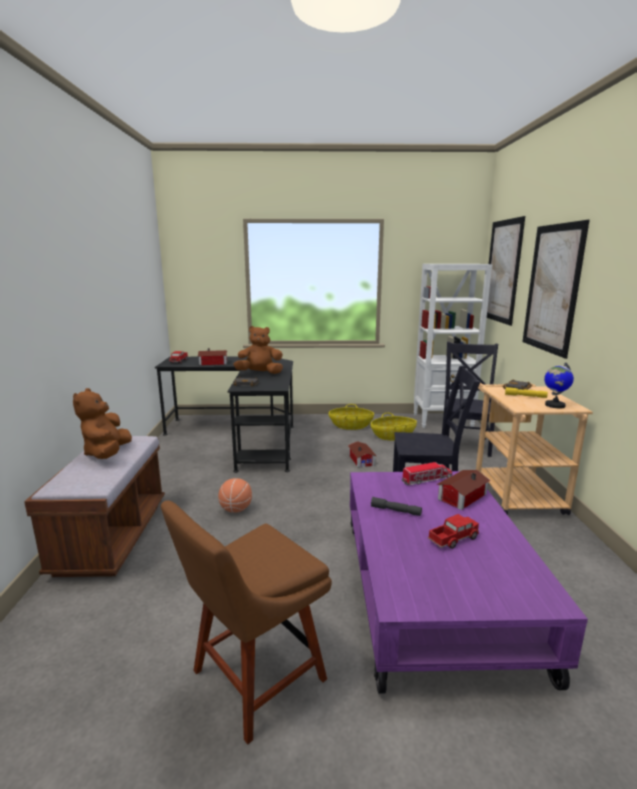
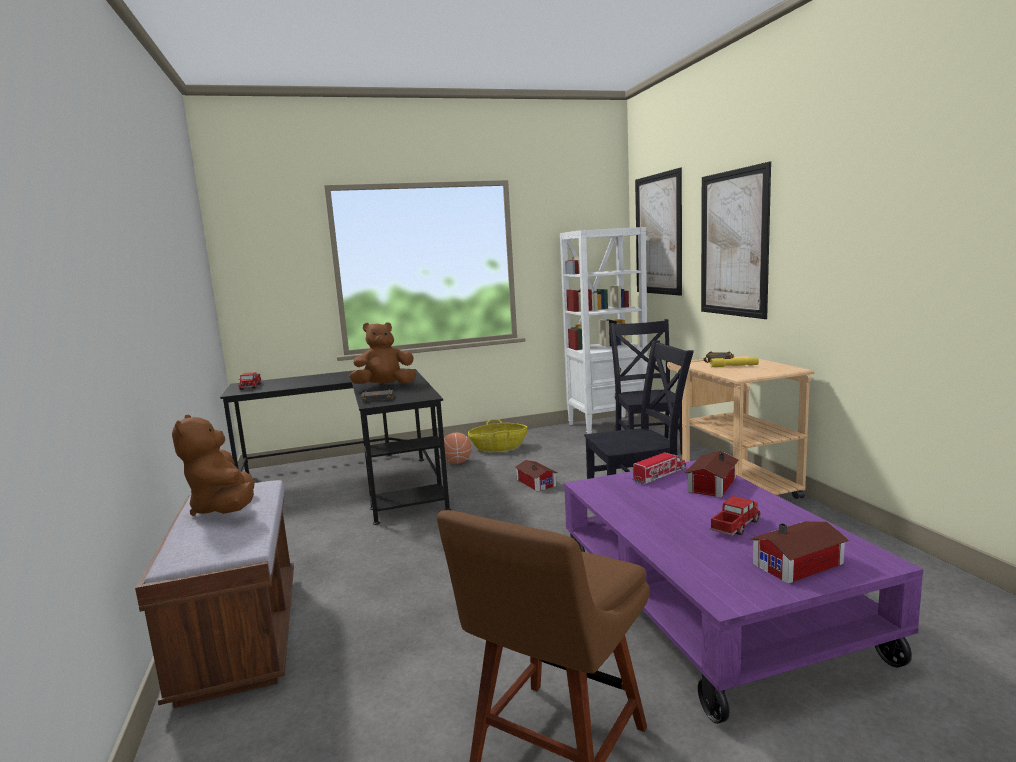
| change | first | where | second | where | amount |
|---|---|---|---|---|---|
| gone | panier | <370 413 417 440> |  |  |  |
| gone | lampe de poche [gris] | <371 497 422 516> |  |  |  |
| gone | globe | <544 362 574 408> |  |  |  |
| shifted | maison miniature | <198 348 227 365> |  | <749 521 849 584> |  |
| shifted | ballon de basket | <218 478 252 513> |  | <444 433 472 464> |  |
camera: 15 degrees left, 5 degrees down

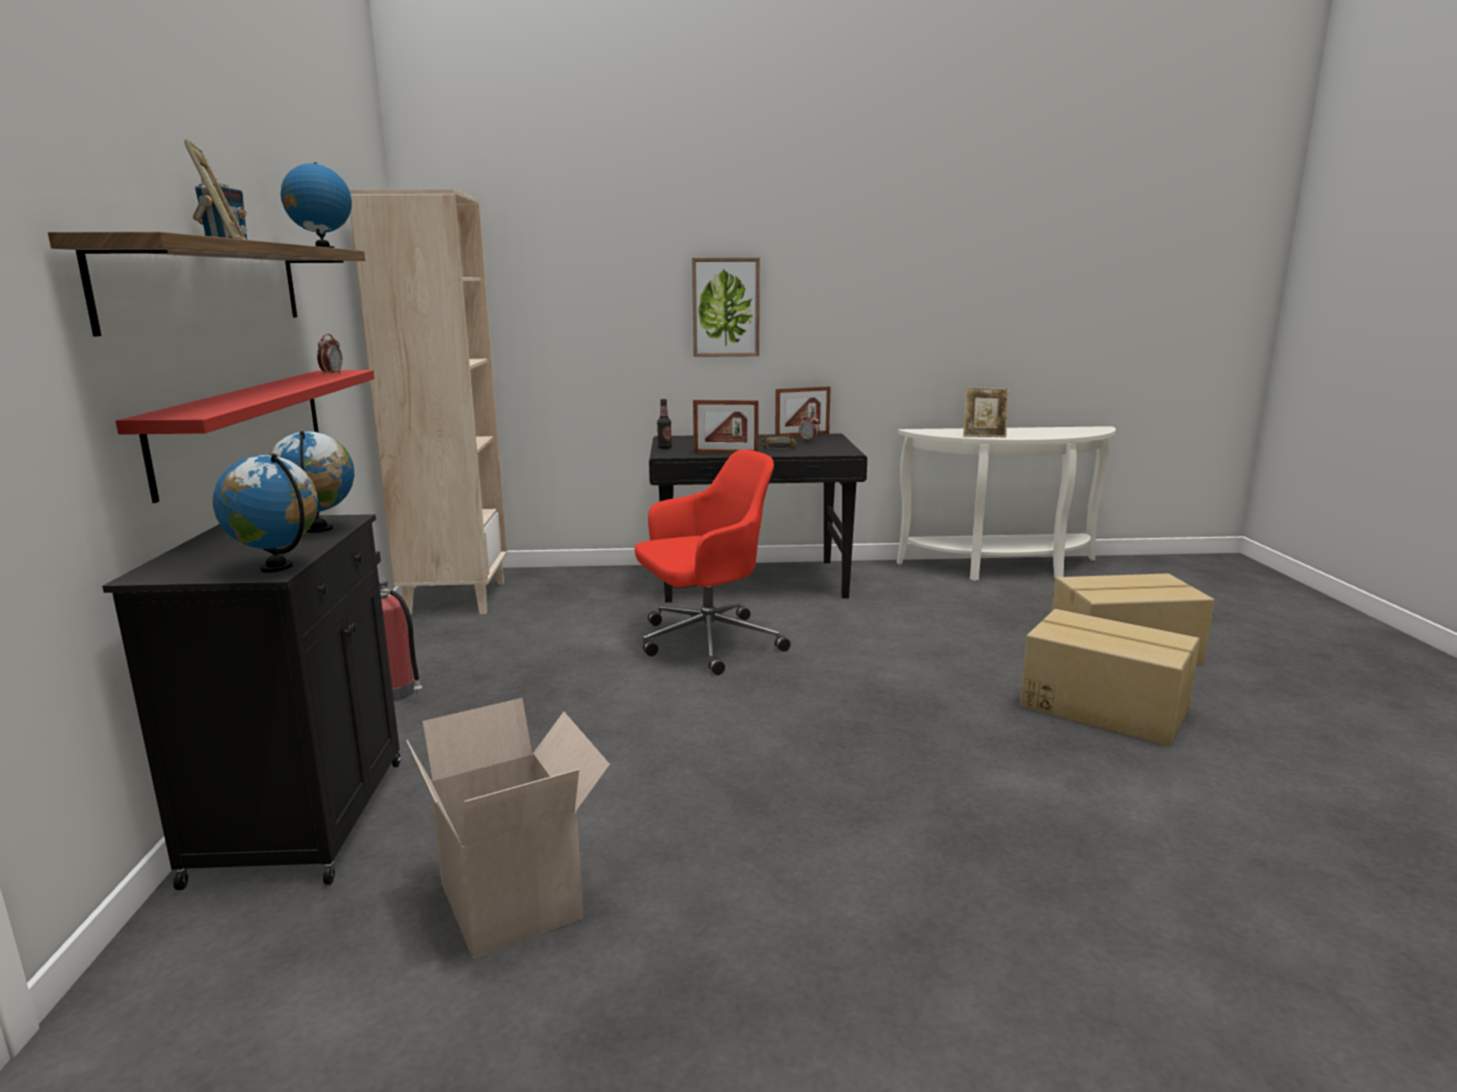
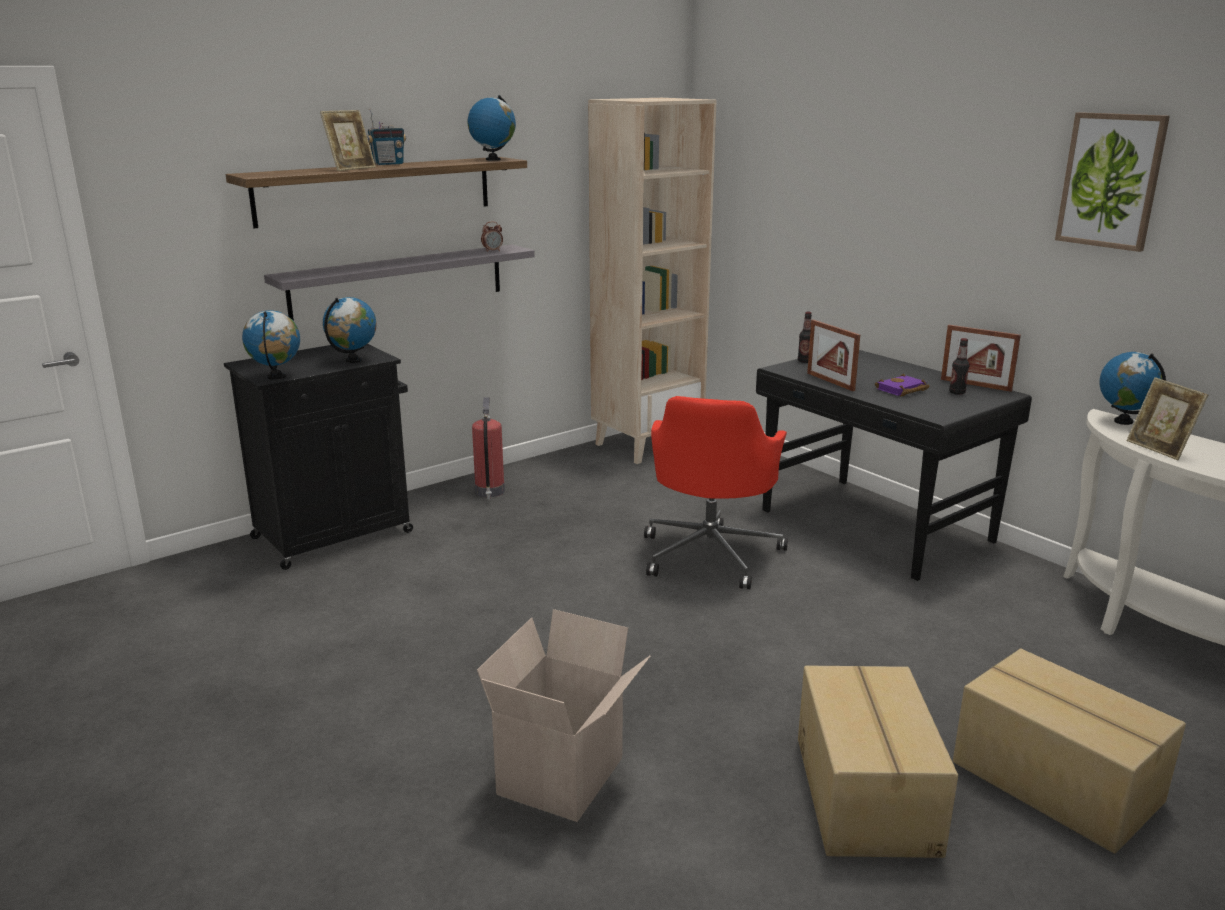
| change | first | where | second | where | amount |
|---|---|---|---|---|---|
| new |  |  | globe | <1099 352 1166 425> |  |
| shifted | carton | <406 698 610 959> |  | <477 609 650 822> |  |
| shifted | tableau | <692 258 760 357> |  | <1055 112 1170 252> |  |
| swapped | réveil | <799 413 819 442> | bouteille | <949 338 969 394> |  |
| repainted | étagère [rouge] | <116 370 374 503> | étagère [gris] | <264 244 535 321> |  |
| repainted | livre [noir] | <761 435 797 450> | livre [violet] | <875 374 929 397> |  |
| rotated | chaise de bureau [rouge] | <635 450 791 675> |  | <644 396 788 589> | 75 degrees clockwise |
camera: 55 degrees right, 5 degrees up

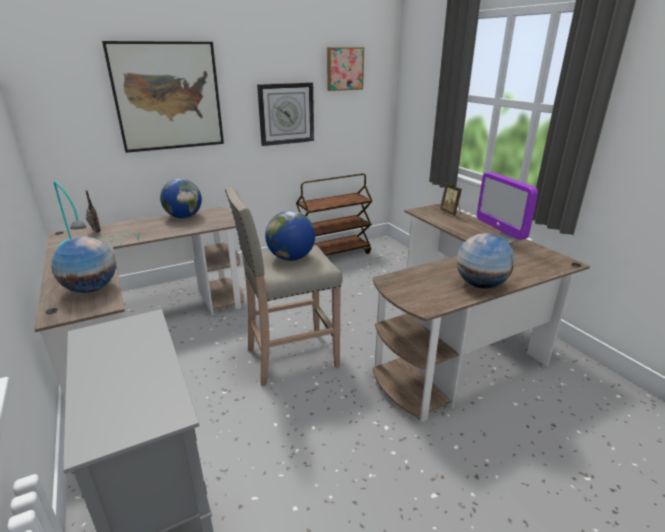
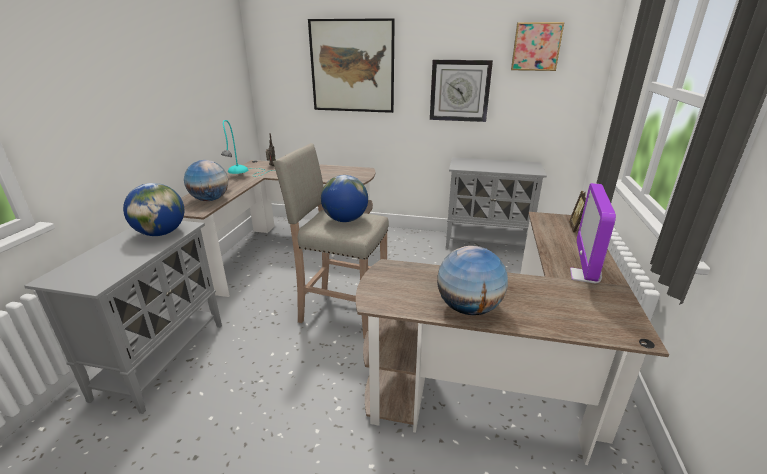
| change | first | where | second | where | amount |
|---|---|---|---|---|---|
| shifted | globe | <160 179 202 218> |  | <123 183 184 236> |  |
| swapped | chariot [marron] | <296 173 372 256> | meuble de rangement [gris] | <446 157 547 249> |  |
camera: 40 degrees right, 0 degrees up

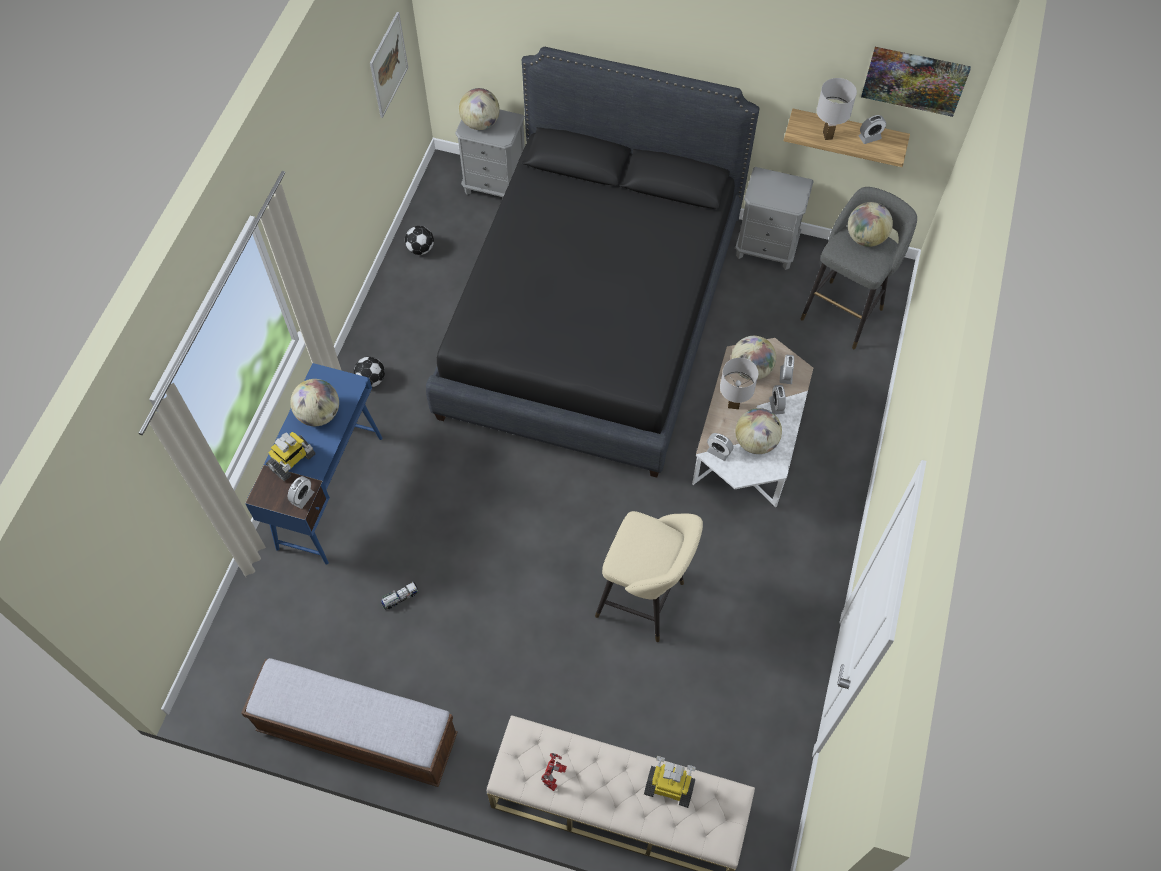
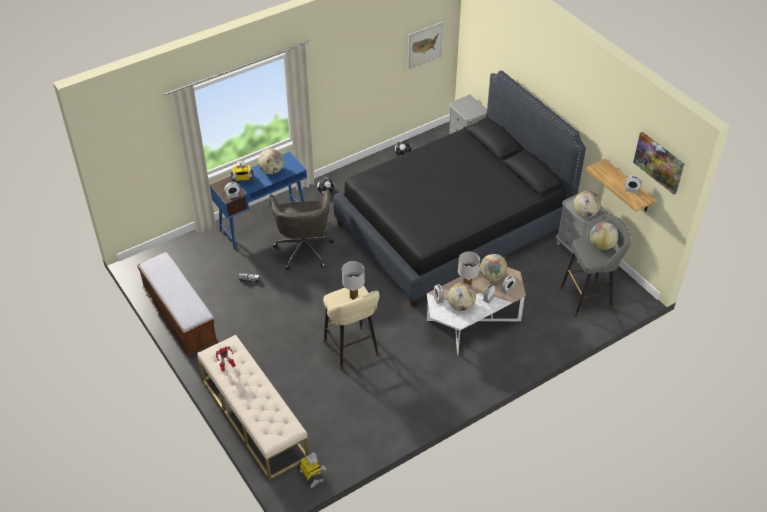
| change | first | where | second | where | amount |
|---|---|---|---|---|---|
| new |  |  | chaise de bureau [gris] | <269 190 334 270> |  |
| shifted | globe | <459 88 500 130> |  | <574 191 601 217> |  |
| shifted | robot jouet | <644 756 696 808> |  | <297 453 326 488> |  |
| shifted | lampe de table [blanc] | <817 78 857 140> |  | <342 261 365 300> |  |
camera: 40 degrees right, 15 degrees down

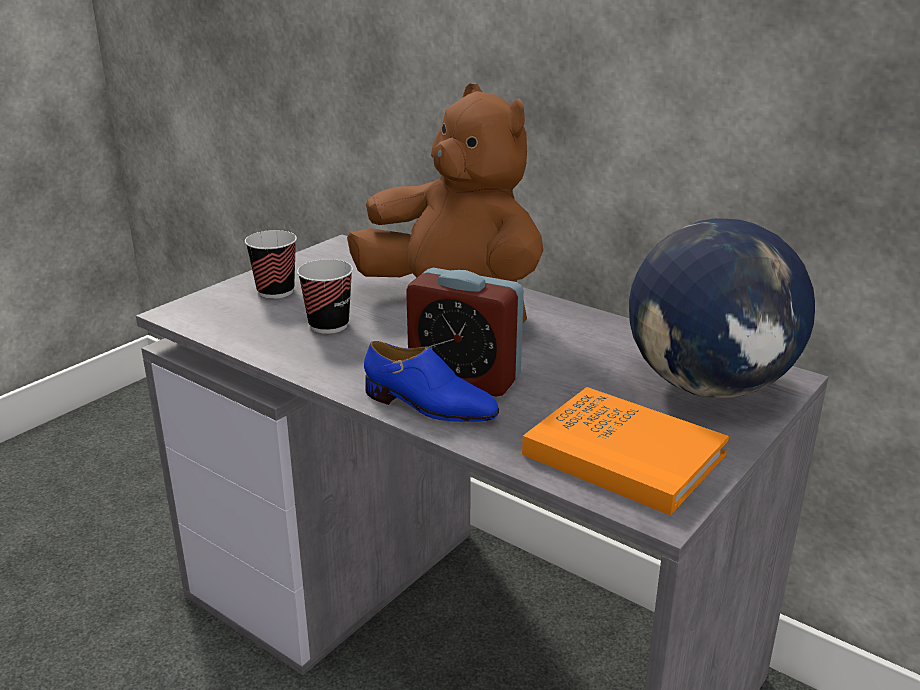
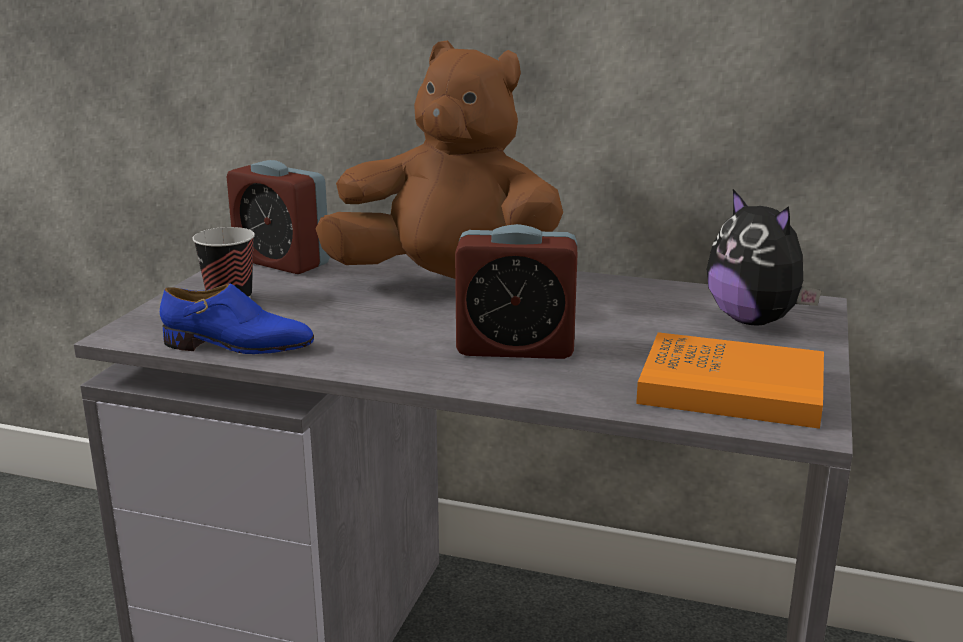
| change | first | where | second | where | amount |
|---|---|---|---|---|---|
| gone | tasse | <297 259 353 334> |  |  |  |
| new |  |  | réveil | <227 160 330 274> |  |
| shifted | chaussure [bleu] | <364 341 499 422> |  | <160 283 314 354> |  |
| swapped | globe | <629 218 815 398> | peluche | <707 189 822 326> |  |
camera: 20 degrees left, 5 degrees down

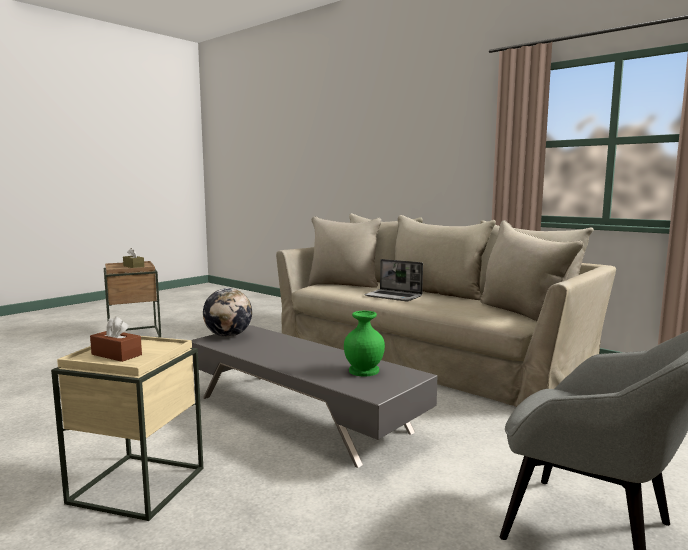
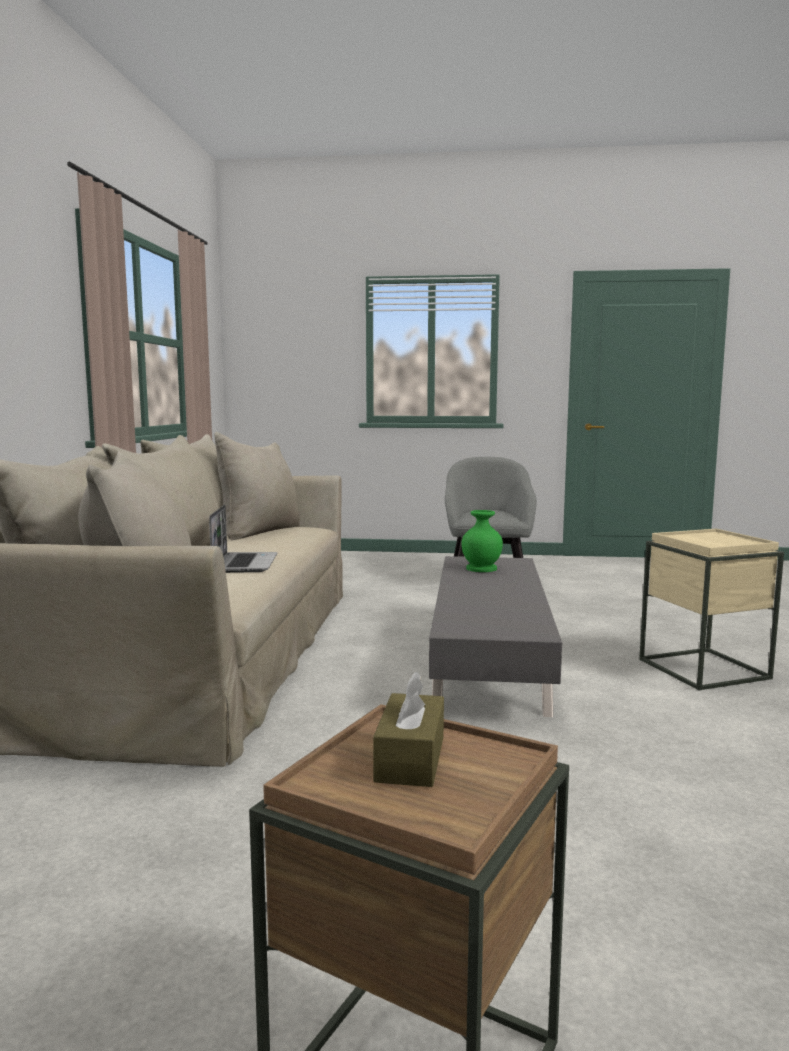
| change | first | where | second | where | amount |
|---|---|---|---|---|---|
| gone | boîte à mouchoirs [marron] | <90 316 142 362> |  |  |  |
| gone | globe | <203 288 252 337> |  |  |  |
camera: 125 degrees left, 0 degrees up

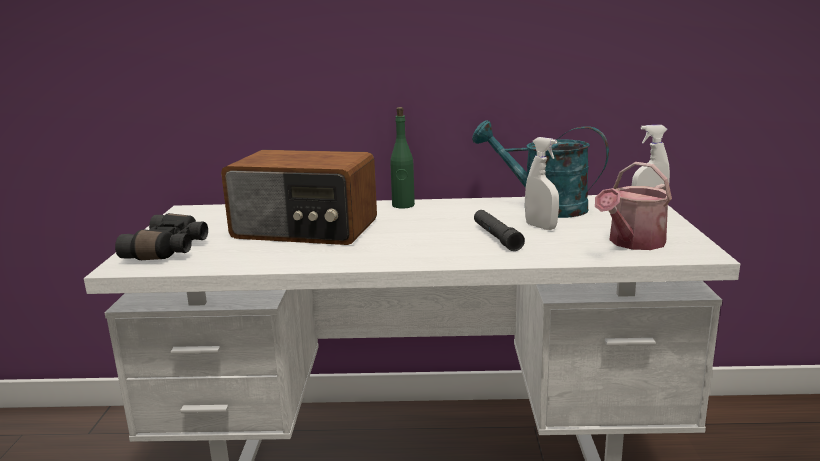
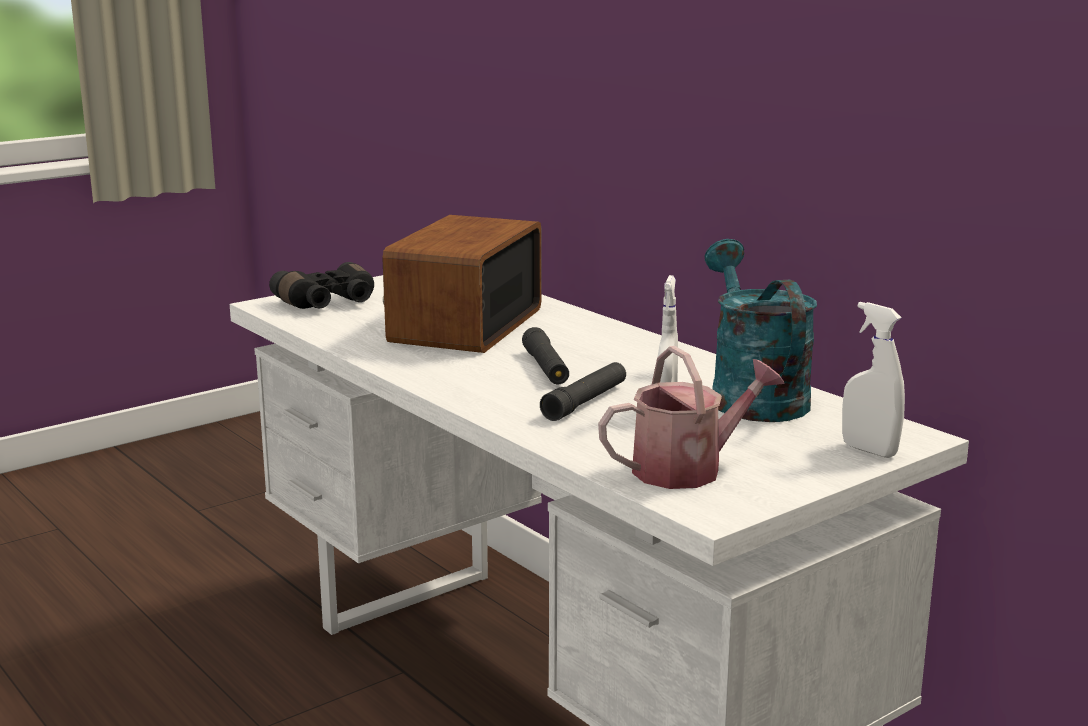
| change | first | where | second | where | amount |
|---|---|---|---|---|---|
| gone | bouteille [vert] | <390 107 415 209> |  |  |  |
| new |  |  | lampe de poche [noir] | <522 327 569 384> |  |
| rotated | radio | <221 150 377 245> |  | <382 215 541 353> | 45 degrees clockwise |
| rotated | arrosoir | <595 162 672 250> |  | <598 346 785 489> | 150 degrees clockwise |
camera: 50 degrees right, 0 degrees up

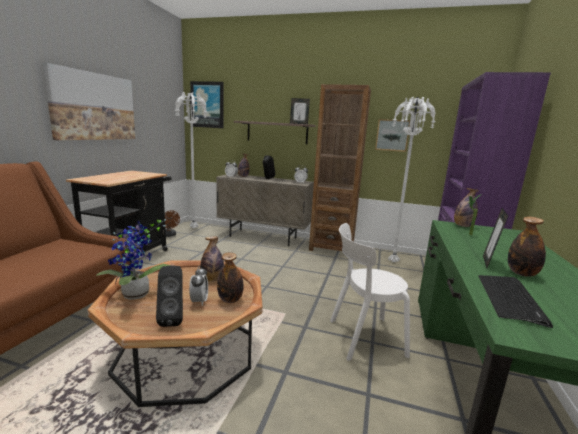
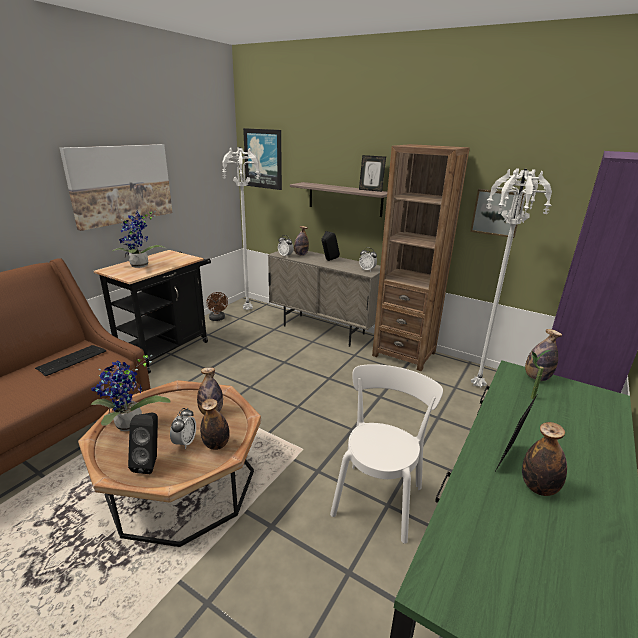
| change | first | where | second | where | amount |
|---|---|---|---|---|---|
| new |  |  | plante en pot | <112 210 165 268> |  |
| shifted | clavier | <478 275 553 328> |  | <35 345 106 376> |  |
| rotated | chaise [blanc] | <330 223 410 361> |  | <330 364 443 544> | 105 degrees clockwise |
camera: 15 degrees right, 10 degrees up

